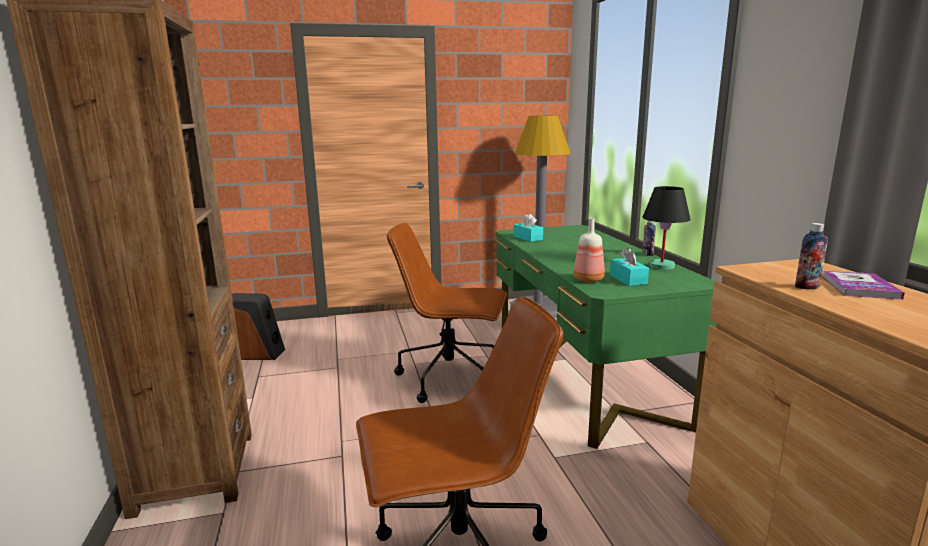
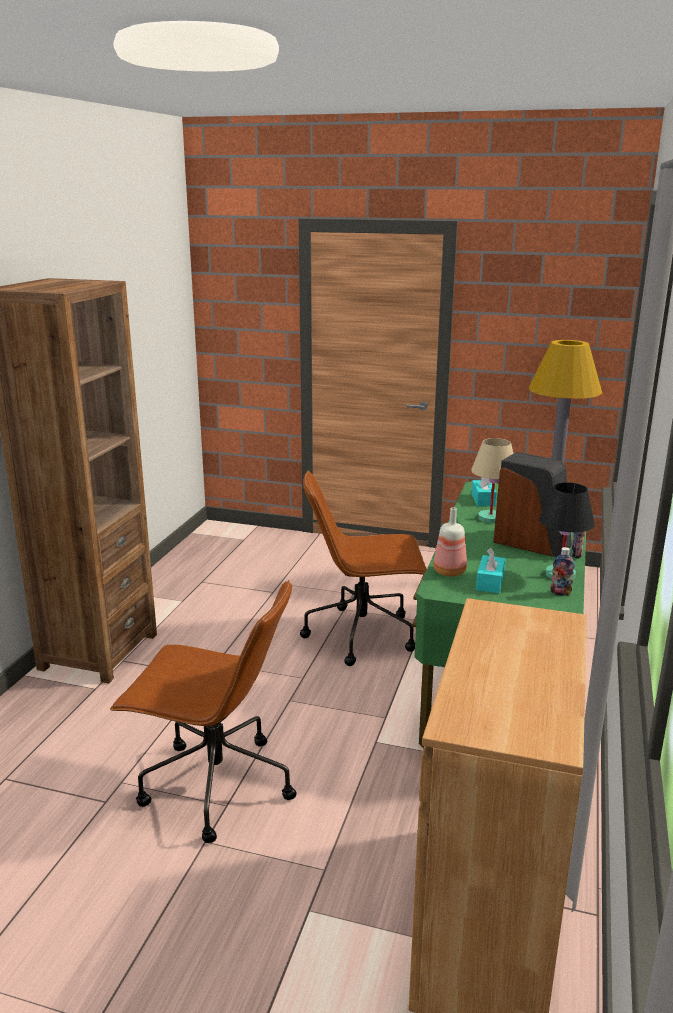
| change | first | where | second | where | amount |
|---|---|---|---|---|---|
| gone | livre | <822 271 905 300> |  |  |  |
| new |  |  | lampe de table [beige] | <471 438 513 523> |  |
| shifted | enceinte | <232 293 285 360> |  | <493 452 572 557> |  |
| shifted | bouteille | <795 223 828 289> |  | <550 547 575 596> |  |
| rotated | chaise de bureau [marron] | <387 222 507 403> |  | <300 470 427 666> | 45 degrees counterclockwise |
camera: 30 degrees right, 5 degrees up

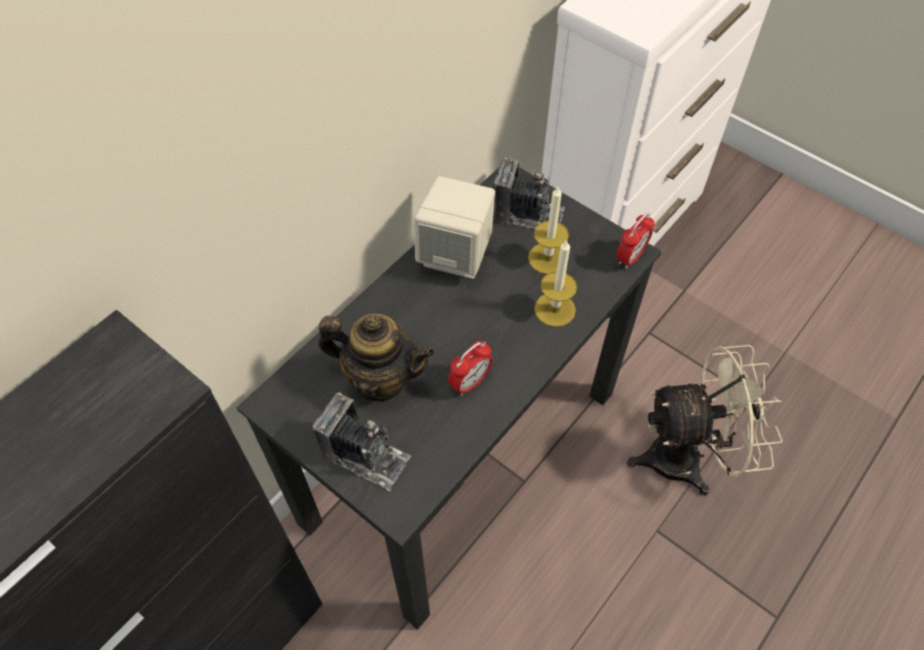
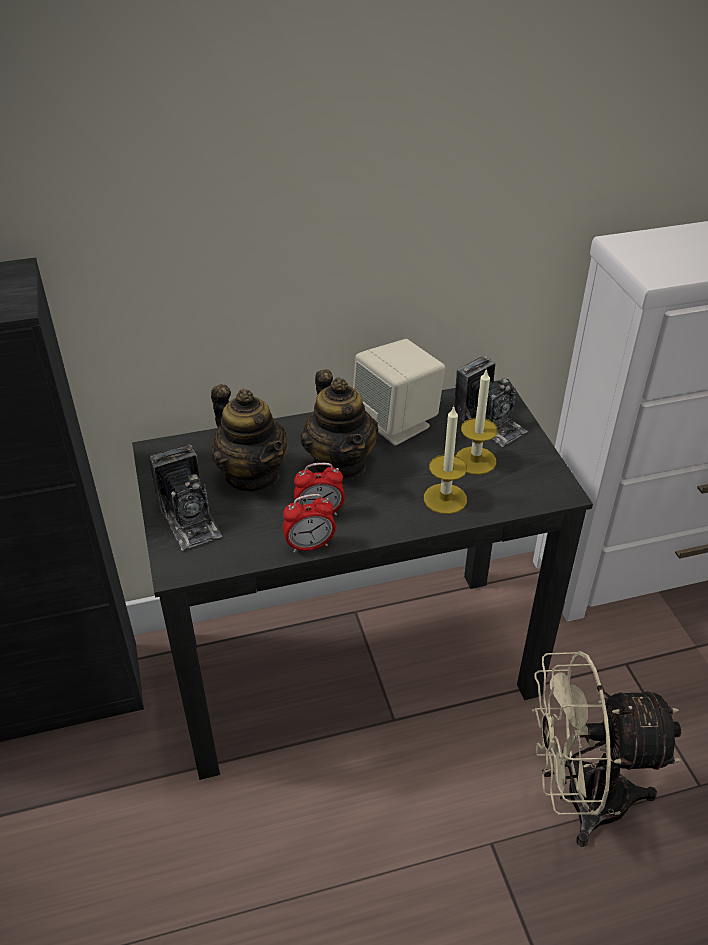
| change | first | where | second | where | amount |
|---|---|---|---|---|---|
| new |  |  | théière | <301 369 379 480> |  |
| shifted | réveil | <616 214 655 269> |  | <283 494 336 553> |  |
| rotated | ventilateur [beige] | <627 345 783 496> |  | <532 651 681 847> | 150 degrees clockwise |
camera: 35 degrees right, 15 degrees down

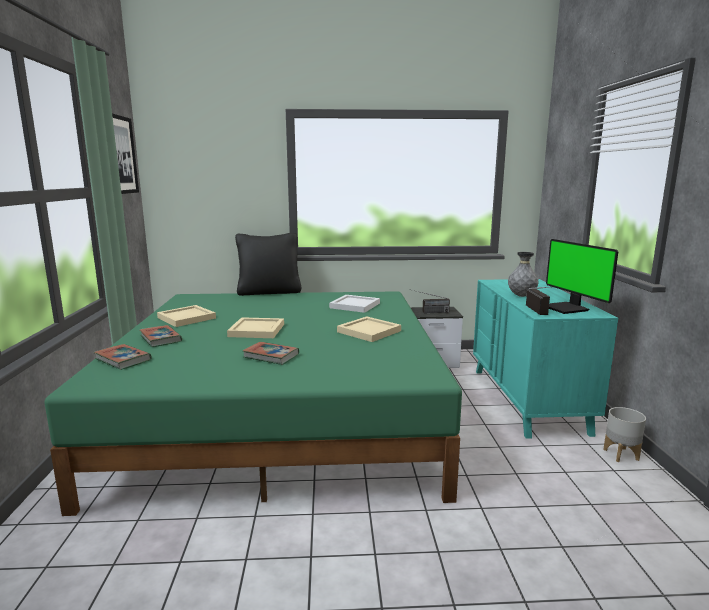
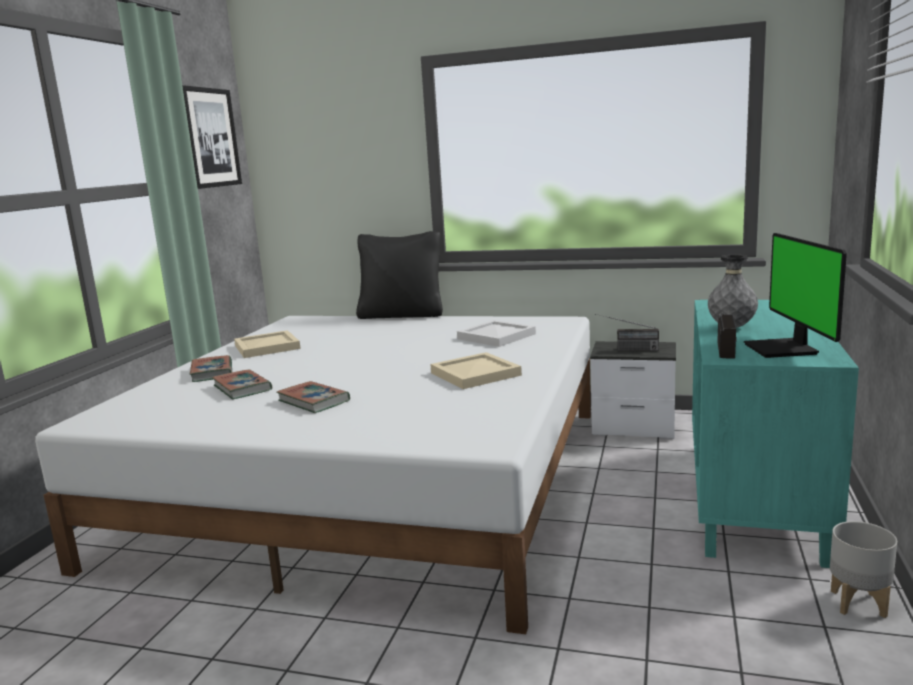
| change | first | where | second | where | amount |
|---|---|---|---|---|---|
| gone | plateau [beige] | <227 317 284 338> |  |  |  |
| shifted | livre | <94 344 152 370> |  | <212 369 272 399> |  |
| repainted | lit [vert] | <45 291 462 516> | lit [blanc] | <35 316 591 634> |  |
camera: 20 degrees right, 0 degrees up

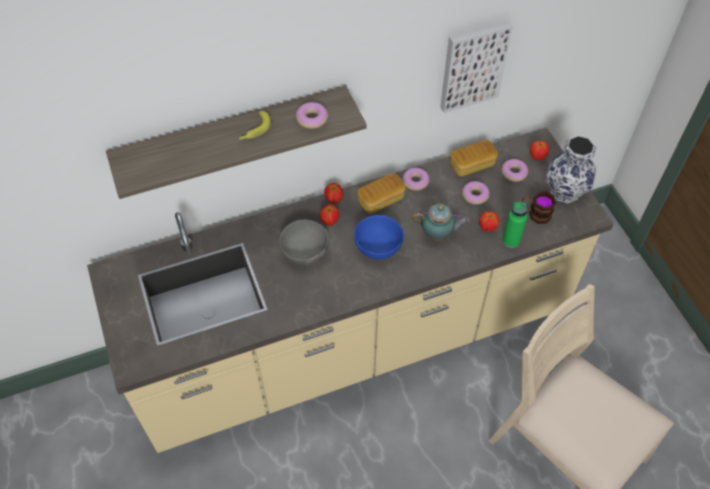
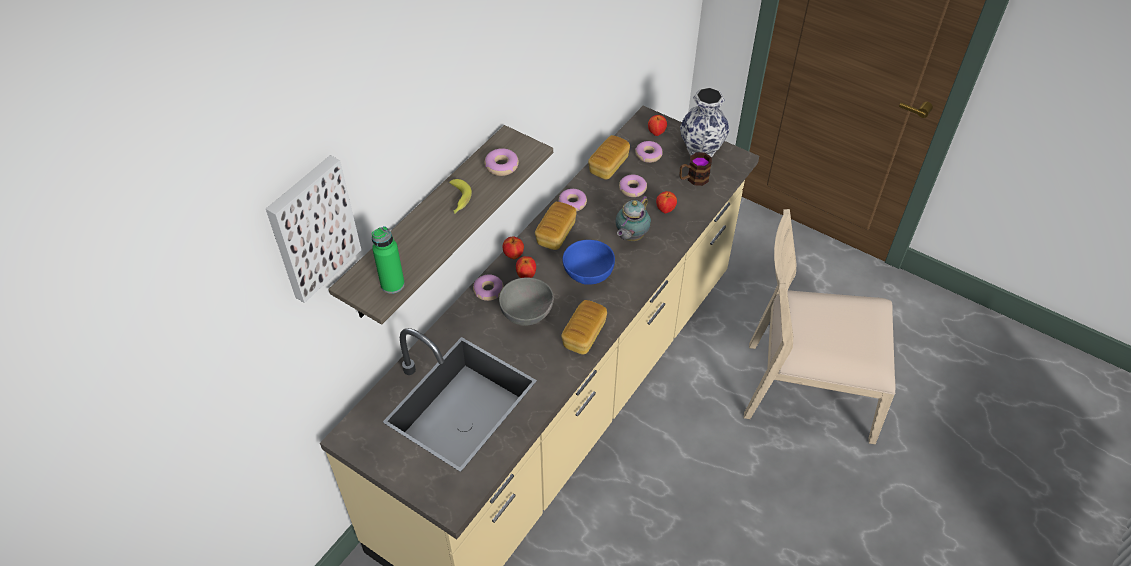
| change | first | where | second | where | amount |
|---|---|---|---|---|---|
| new |  |  | beignet | <473 274 504 301> |  |
| new |  |  | pain | <561 300 607 355> |  |
| shifted | tableau | <440 21 513 113> |  | <266 155 361 303> |  |
| shifted | bouteille [vert] | <502 202 527 248> |  | <372 226 405 294> |  |
| rotated | théière | <411 203 470 241> |  | <616 196 651 241> | 150 degrees clockwise |
camera: 35 degrees left, 5 degrees down

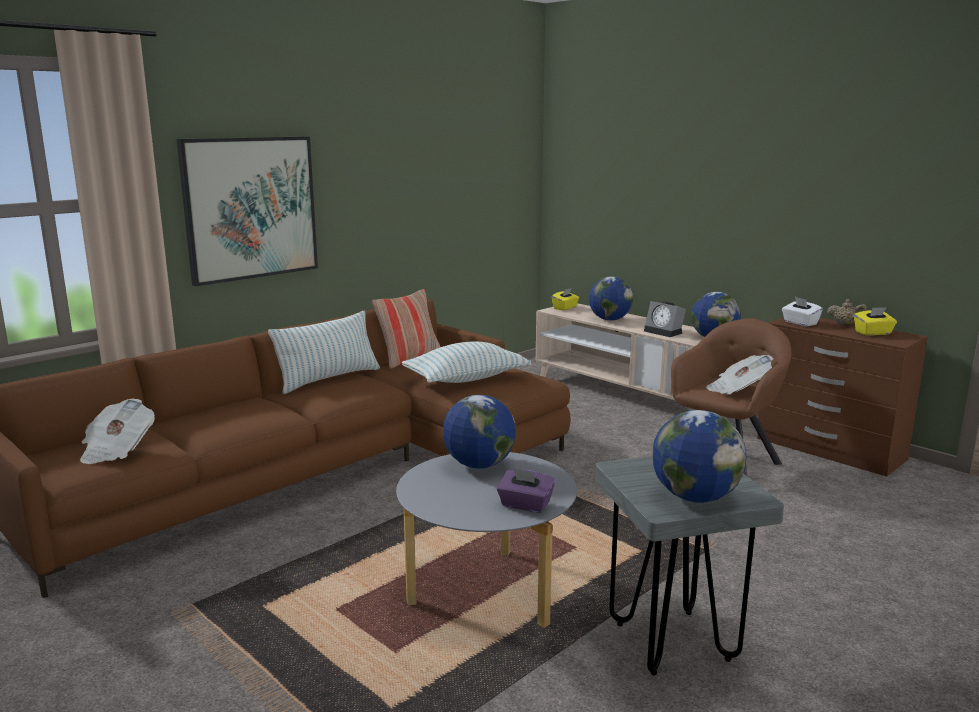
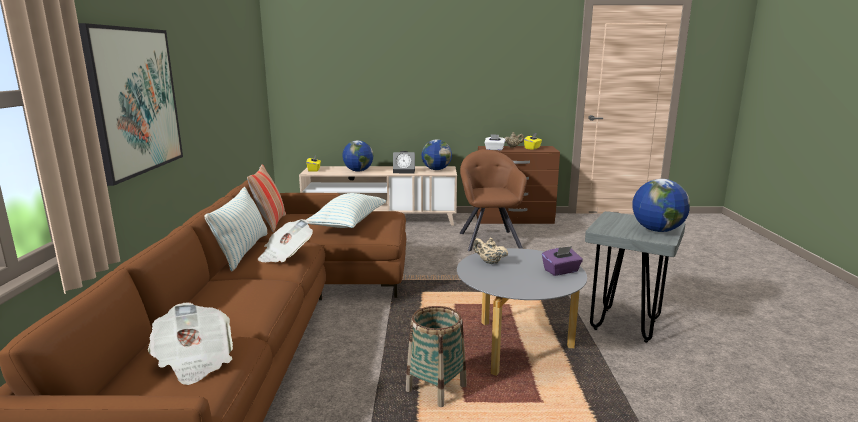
| change | first | where | second | where | amount |
|---|---|---|---|---|---|
| new |  |  | panier | <406 306 467 407> |  |
| shifted | journal | <706 355 774 395> |  | <258 219 313 263> |  |
| swapped | globe | <443 395 516 469> | théière [beige] | <473 238 508 264> |  |
camera: 45 degrees left, 0 degrees up

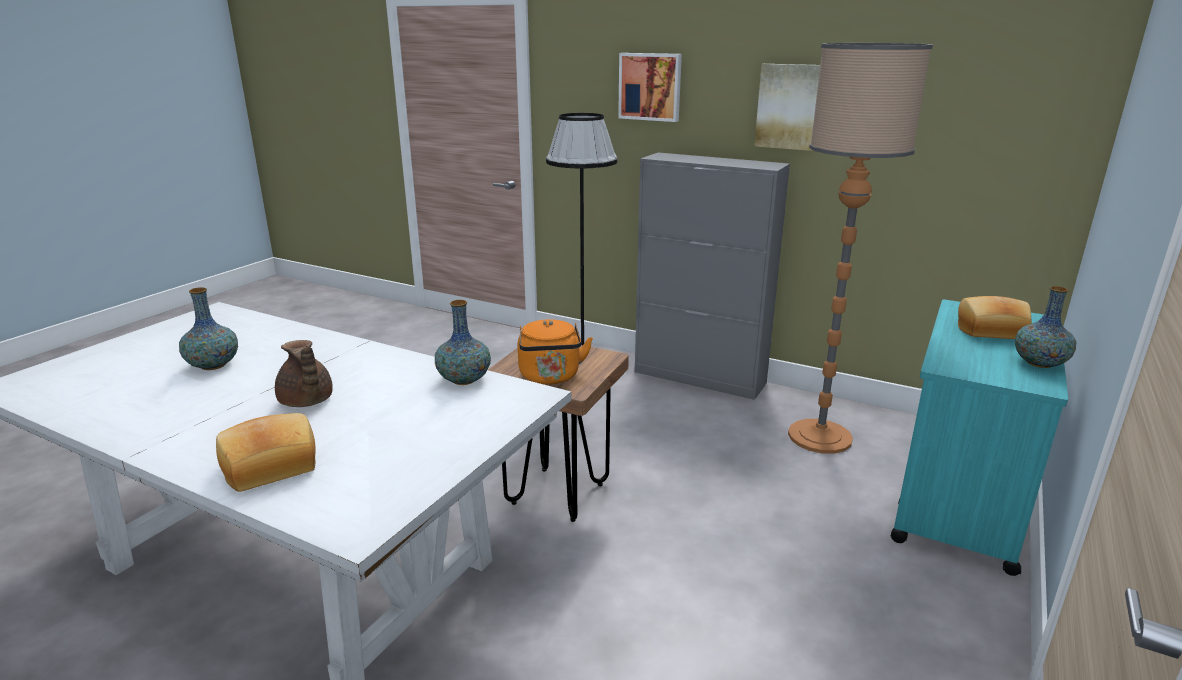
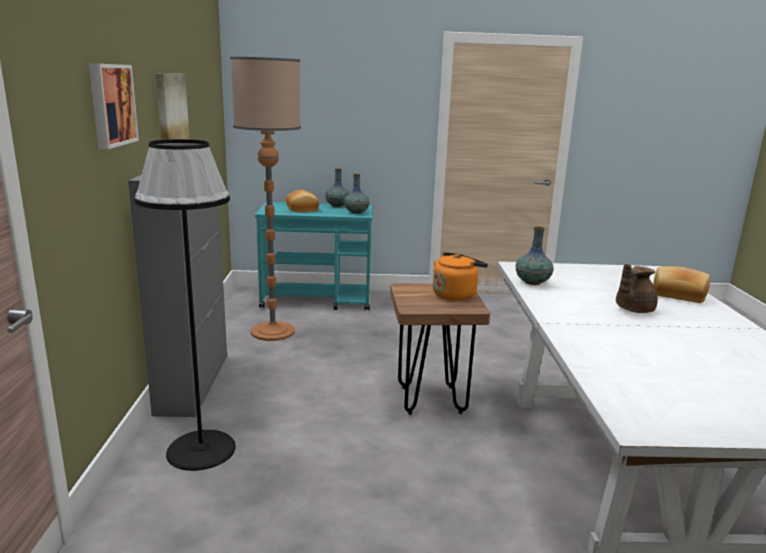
| change | first | where | second | where | amount |
|---|---|---|---|---|---|
| shifted | vase | <179 287 238 370> |  | <344 174 370 214> |  |
| rotated | théière [marron] | <275 340 333 407> |  | <616 264 658 313> | 150 degrees counterclockwise |
camera: 120 degrees left, 5 degrees down

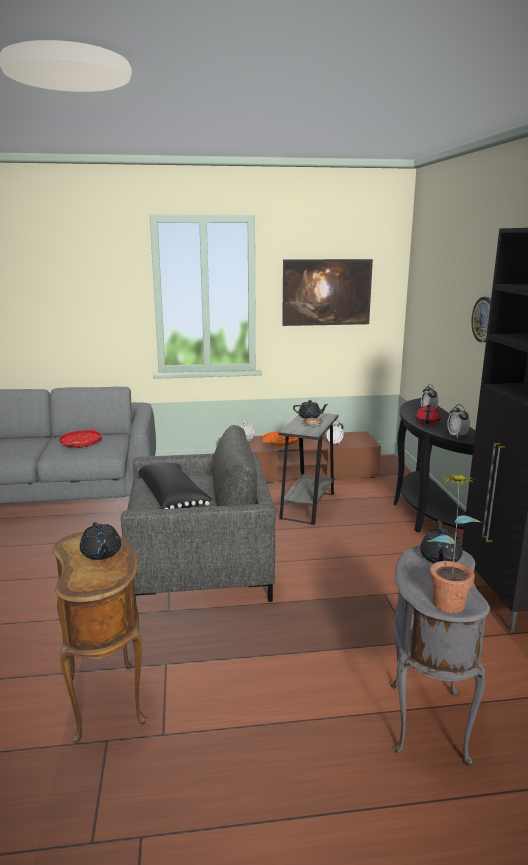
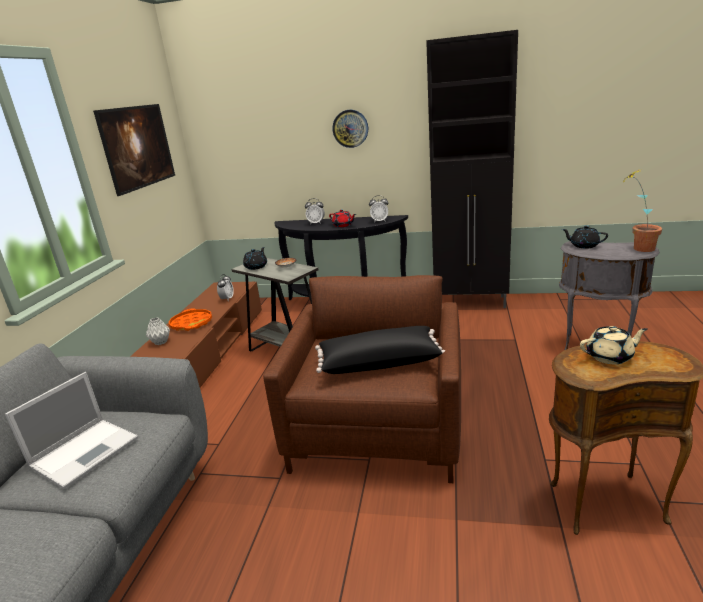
| change | first | where | second | where | amount |
|---|---|---|---|---|---|
| swapped | plateau [rouge] | <59 429 102 448> | ordinateur portable | <5 372 138 489> |  |
| repainted | théière [noir] | <80 522 121 560> | théière [beige] | <580 326 648 364> |  |
| repainted | fauteuil [gris] | <121 425 275 602> | fauteuil [marron] | <263 275 461 483> |  |
camera: 70 degrees left, 5 degrees up

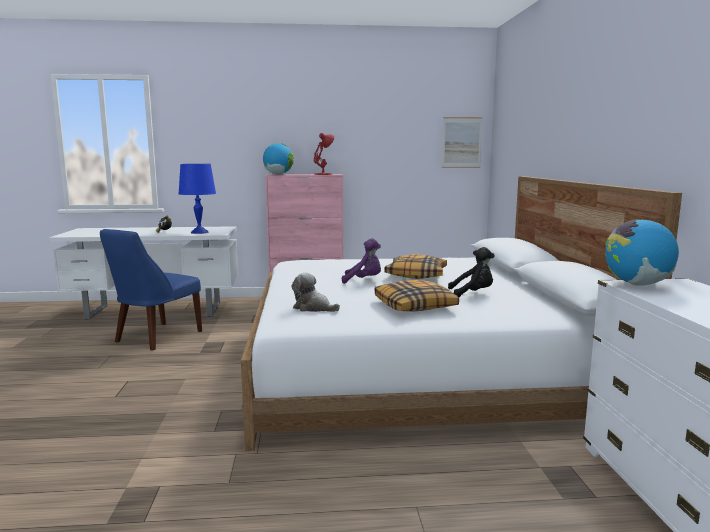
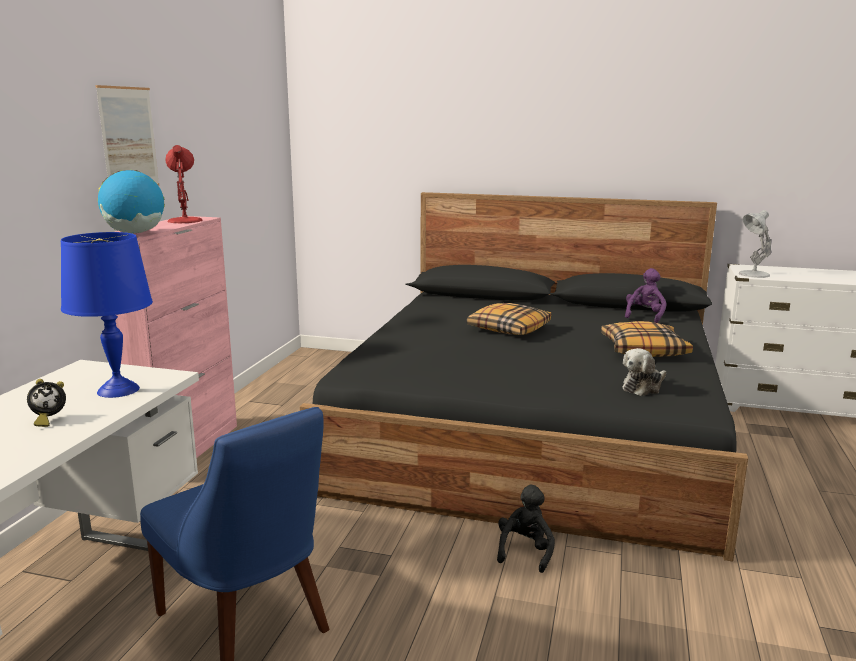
| change | first | where | second | where | amount |
|---|---|---|---|---|---|
| shifted | peluche [violet] | <342 238 381 284> |  | <625 268 667 323> |  |
| shifted | tableau | <442 117 483 168> |  | <95 85 159 186> |  |
| shifted | peluche [noir] | <448 247 495 297> |  | <497 485 555 573> |  |
| swapped | globe | <605 219 679 286> | lampe de table [blanc] | <739 210 771 278> |  |
| repainted | lit [blanc] | <241 176 682 451> | lit [noir] | <300 192 748 562> |  |
camera: 70 degrees left, 5 degrees up

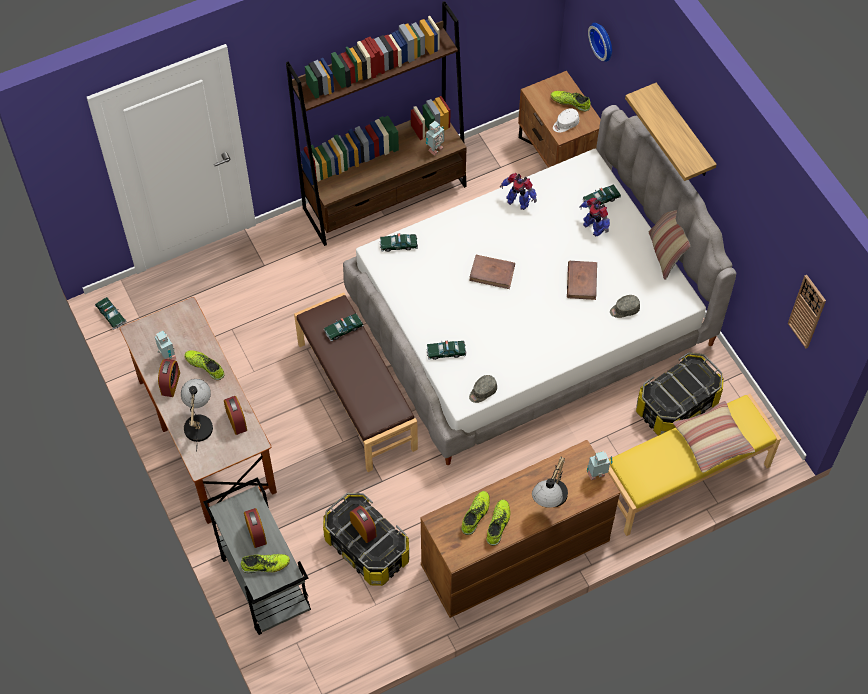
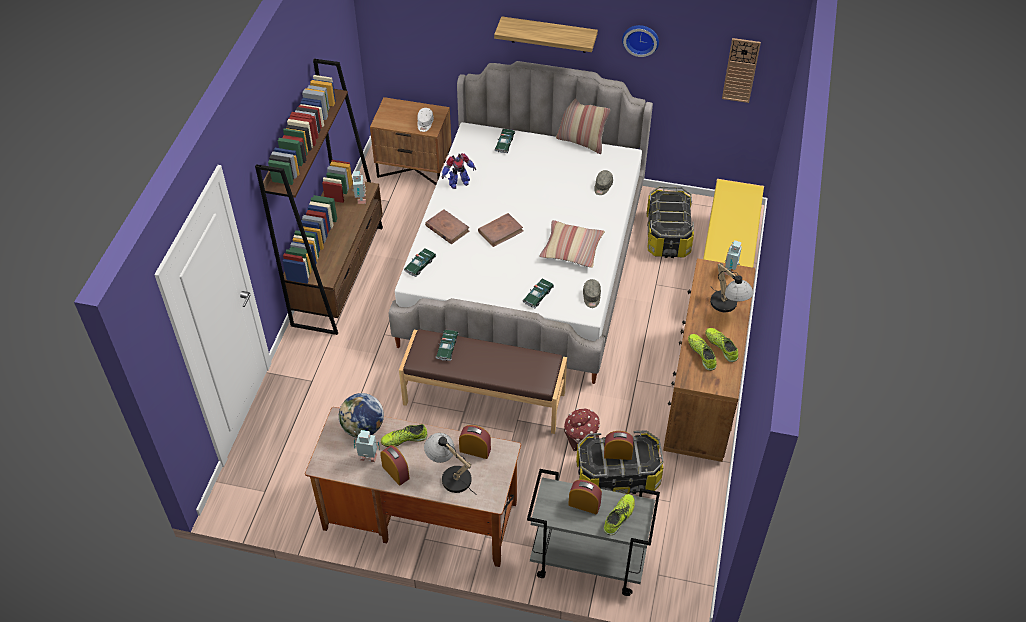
| change | first | where | second | where | amount |
|---|---|---|---|---|---|
| gone | petite voiture | <95 297 126 330> |  |  |  |
| gone | chaussure | <551 91 591 112> |  |  |  |
| gone | robot jouet | <579 197 610 236> |  |  |  |
| new |  |  | globe | <339 393 384 438> |  |
| new |  |  | maison miniature | <564 408 600 451> |  |
| shifted | livre [marron] | <567 261 597 300> |  | <425 210 469 244> |  |
| shifted | horloge murale | <588 23 612 62> |  | <622 25 659 57> |  |
| shifted | coussin | <673 401 755 473> |  | <539 220 605 268> |  |
camera: 50 degrees left, 10 degrees down

